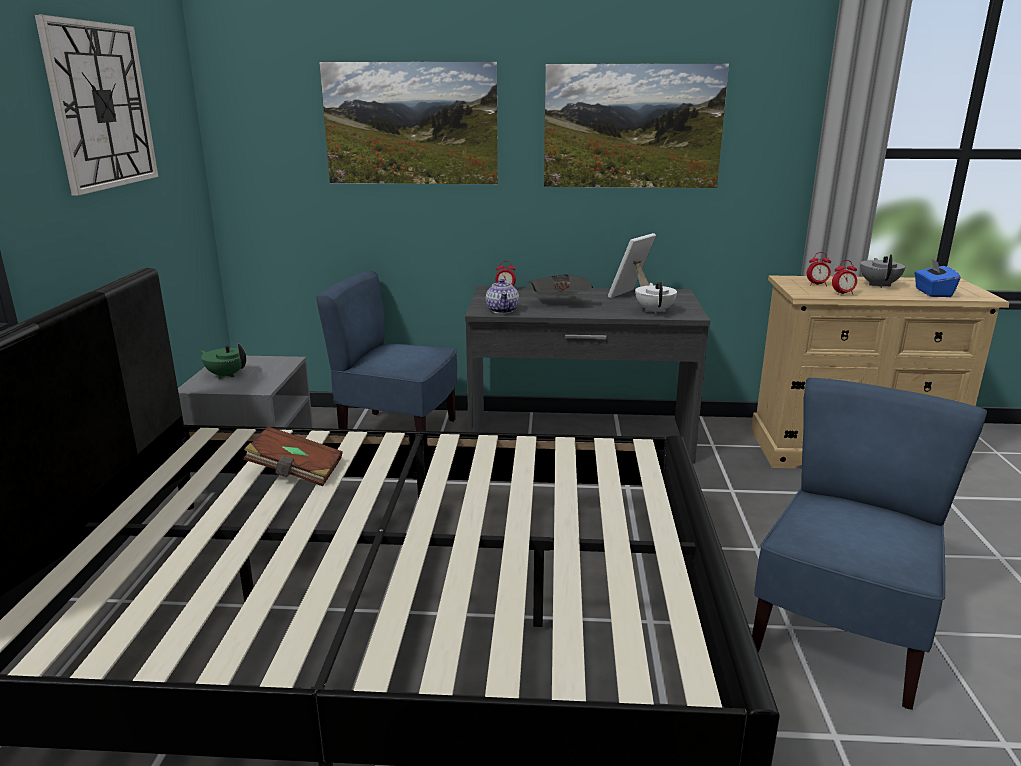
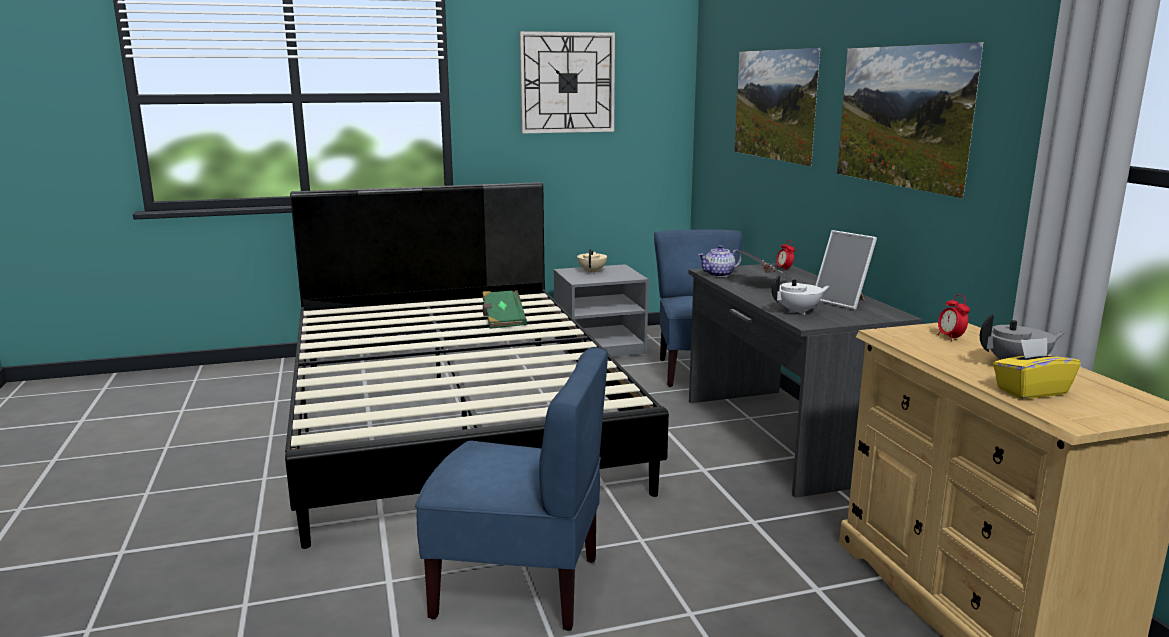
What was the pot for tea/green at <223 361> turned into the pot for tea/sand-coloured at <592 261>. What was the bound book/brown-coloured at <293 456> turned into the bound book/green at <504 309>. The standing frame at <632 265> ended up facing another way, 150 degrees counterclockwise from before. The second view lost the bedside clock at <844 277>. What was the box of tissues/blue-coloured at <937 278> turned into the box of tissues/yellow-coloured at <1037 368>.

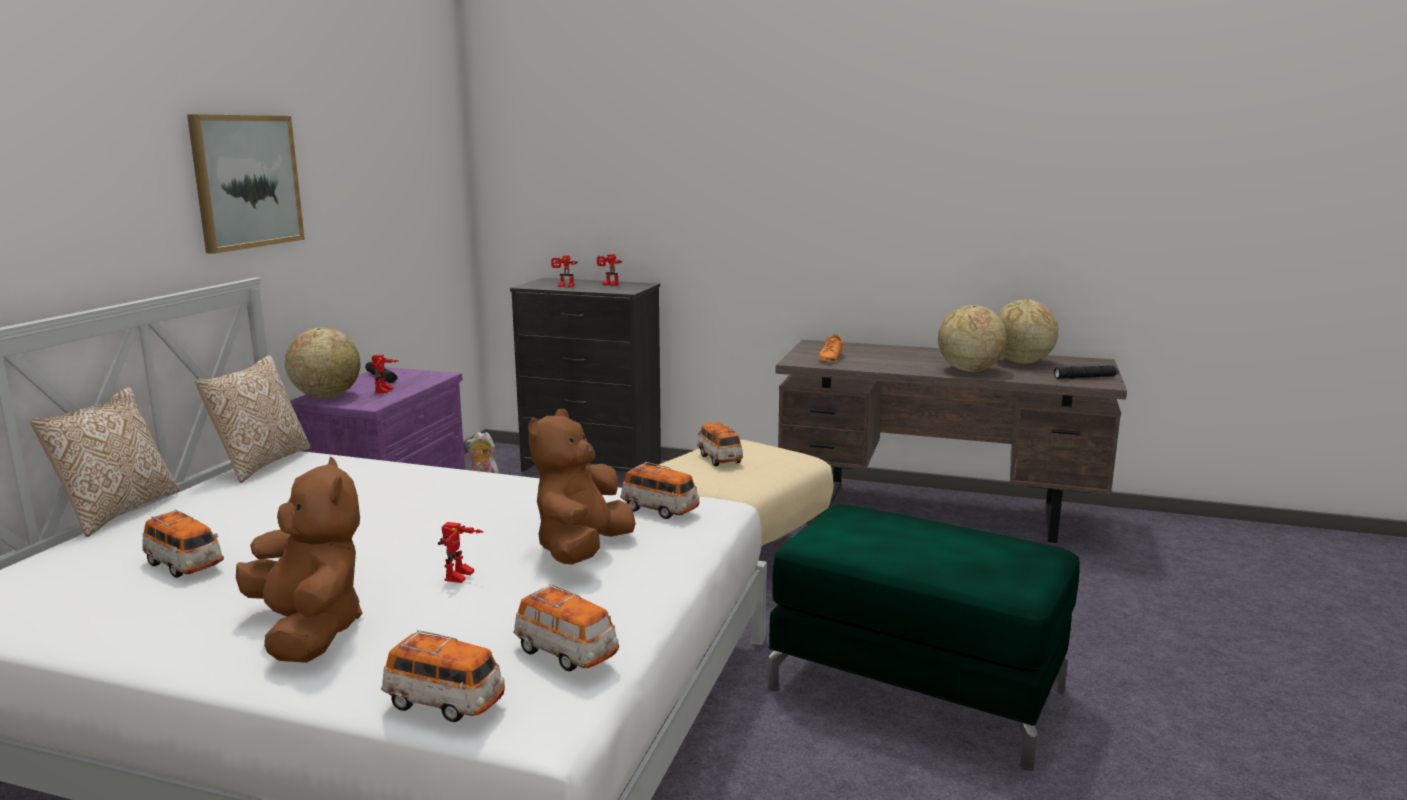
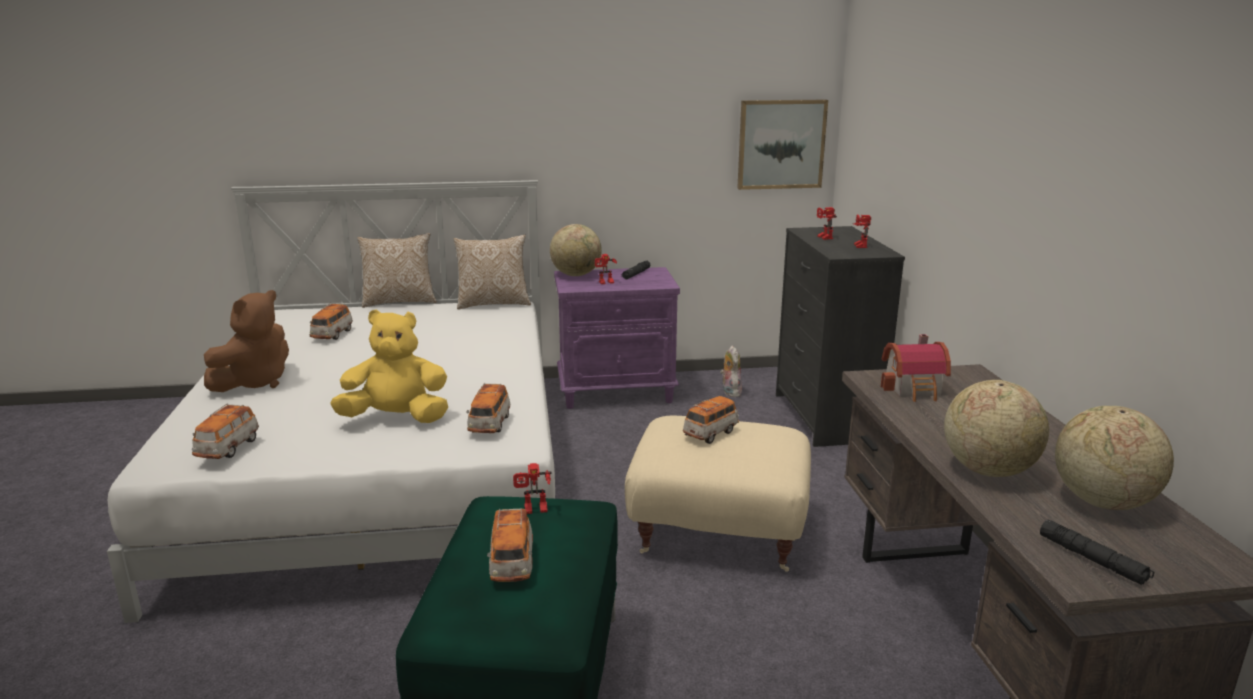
The wall picture ended up elsewhere, having gone from <246 184> to <782 145>. The model car ended up elsewhere, having gone from <443 676> to <510 545>. The toy robot ended up elsewhere, having gone from <460 552> to <532 488>. What was the plush toy/brown-coloured at <582 487> turned into the plush toy/yellow-coloured at <389 366>. Where the item of footwear/orange stood at <830 348>, the miniature house came to stand at <916 368>.

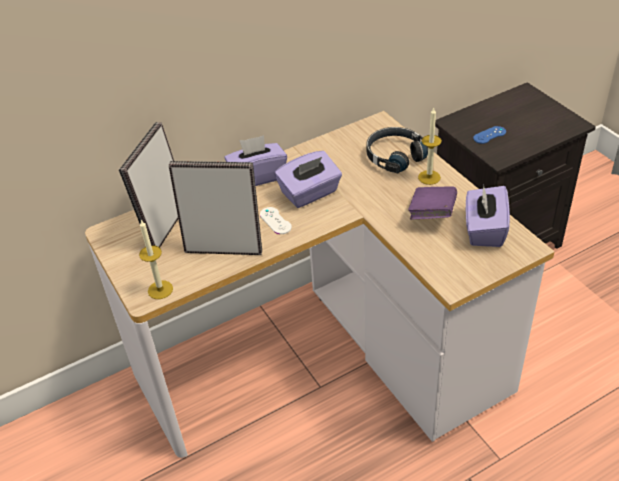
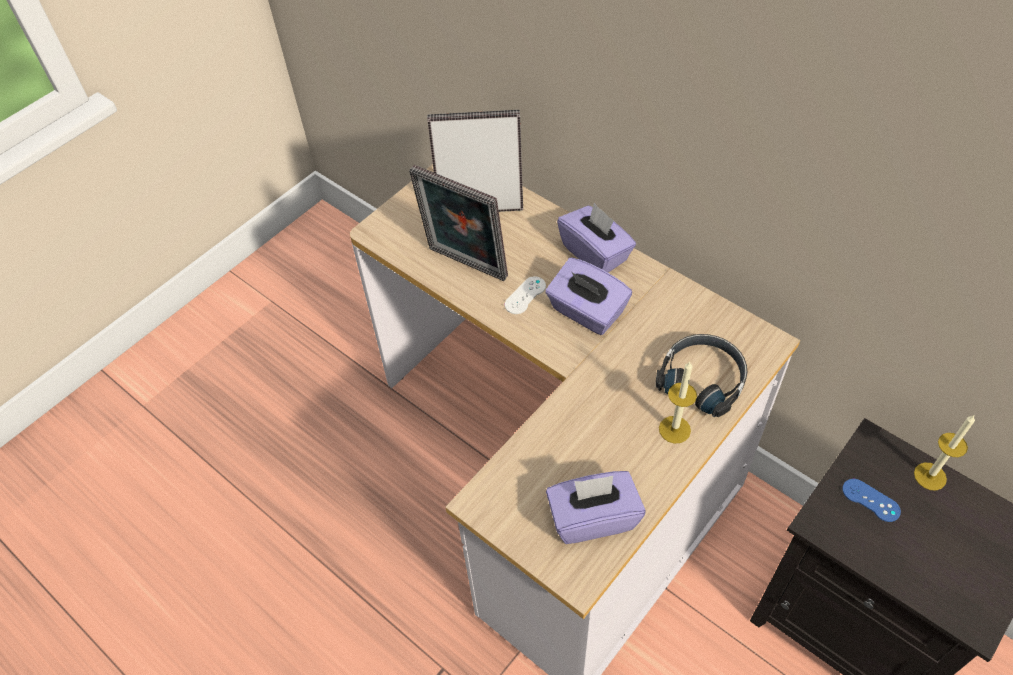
The candle ended up elsewhere, having gone from <156 259> to <944 452>. The standing frame at <215 208> ended up facing another way, 135 degrees clockwise from before. The second view lost the bound book/purple-coloured at <432 202>.

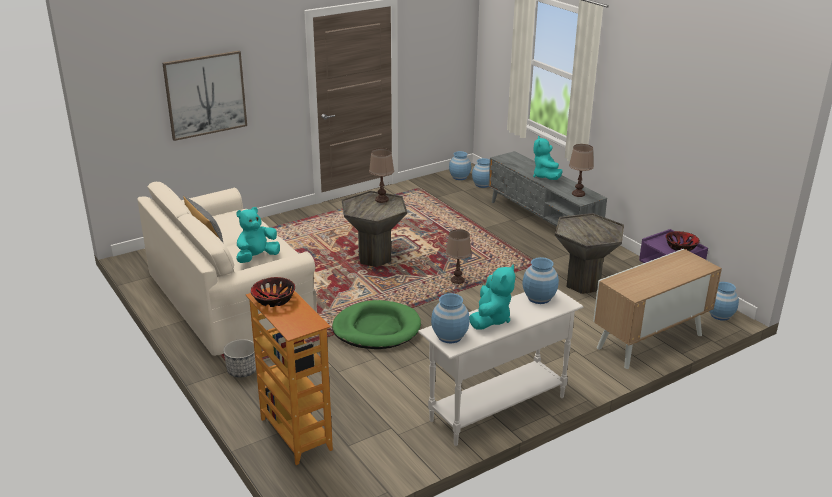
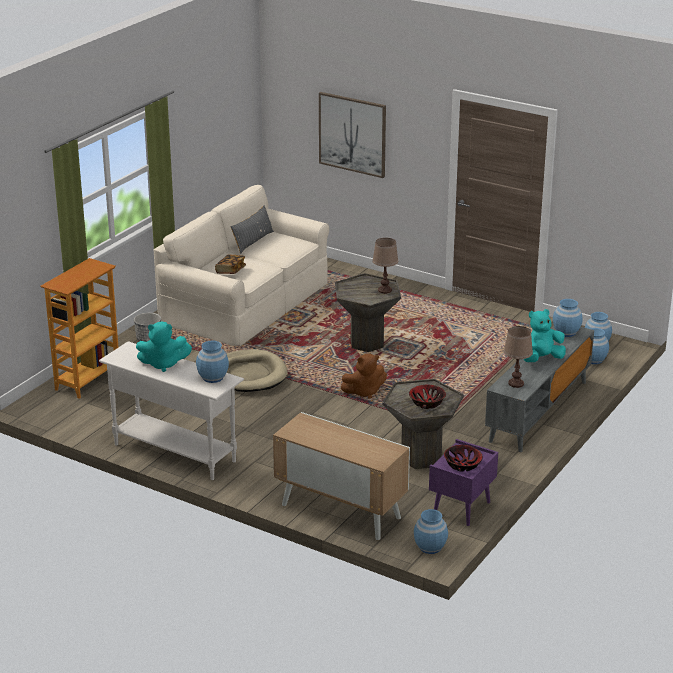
Where the plush toy/blue-green stood at <258 235>, the bound book came to stand at <230 264>. The serving bowl ended up elsewhere, having gone from <273 292> to <427 396>. What was the pet bed/green at <376 324> turned into the pet bed/sand-coloured at <257 370>. The vase/blue-coloured ended up elsewhere, having gone from <450 318> to <568 318>. Where the lamp for a table/brown-coloured stood at <459 256>, the plush toy/brown-coloured came to stand at <363 376>.

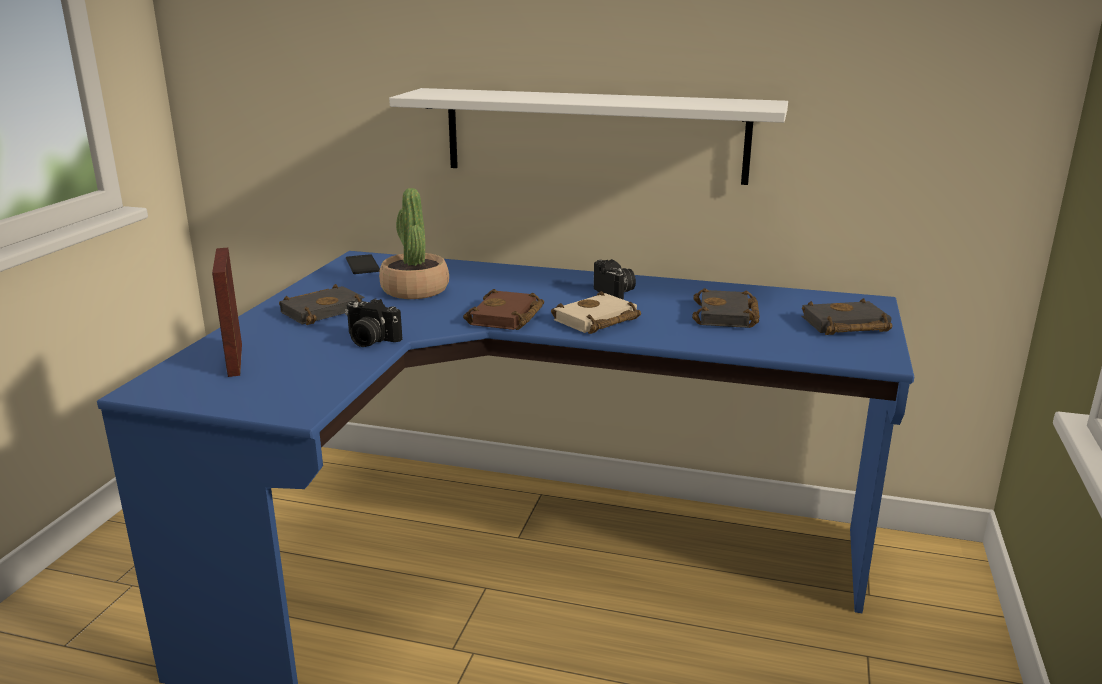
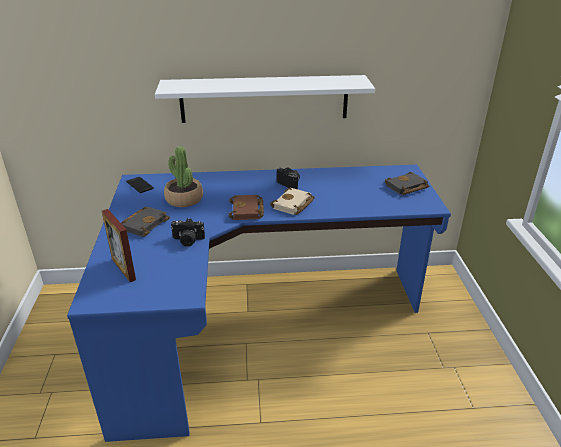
The second view lost the bound book/black at <726 308>.

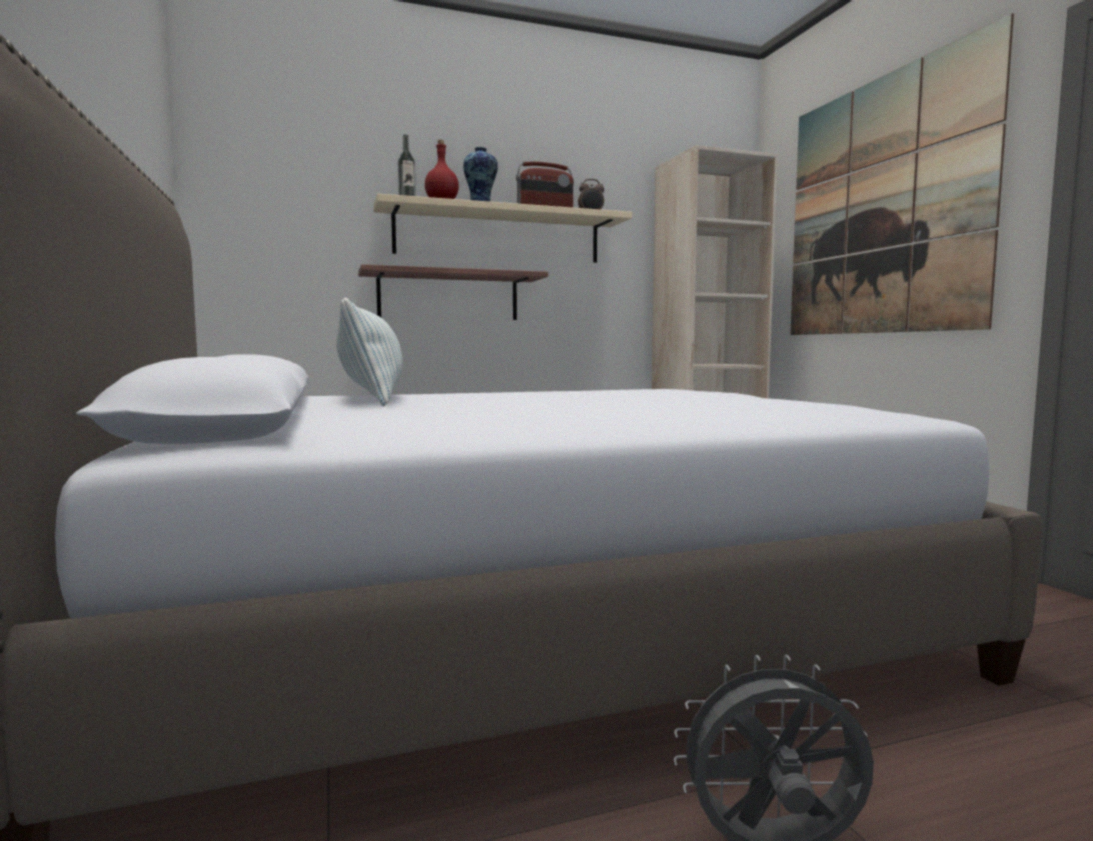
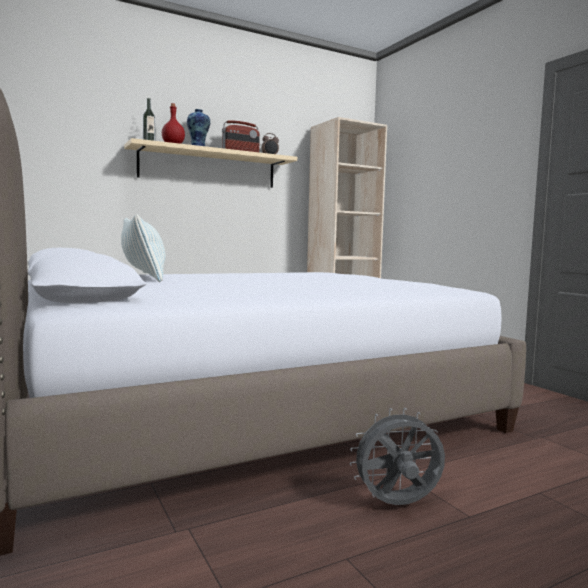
The second view lost the shelf at <453 292>. The second view lost the wall picture at <902 174>.

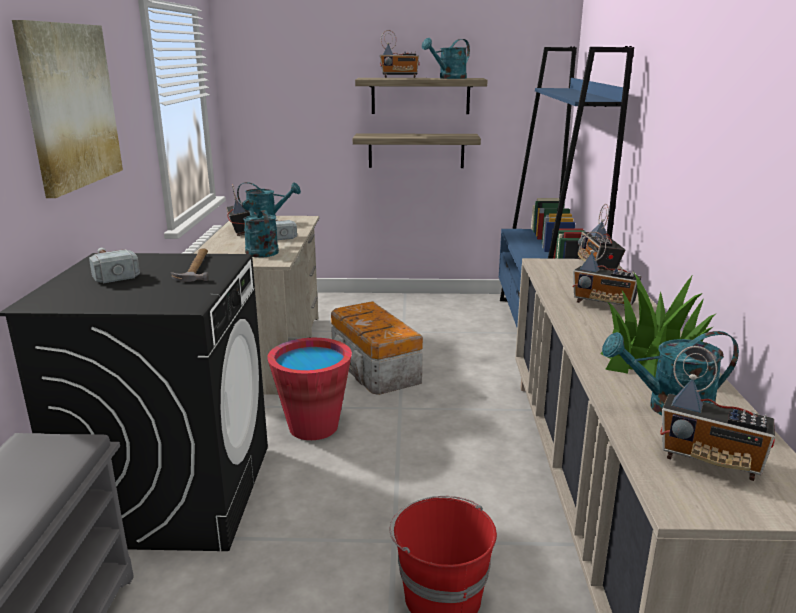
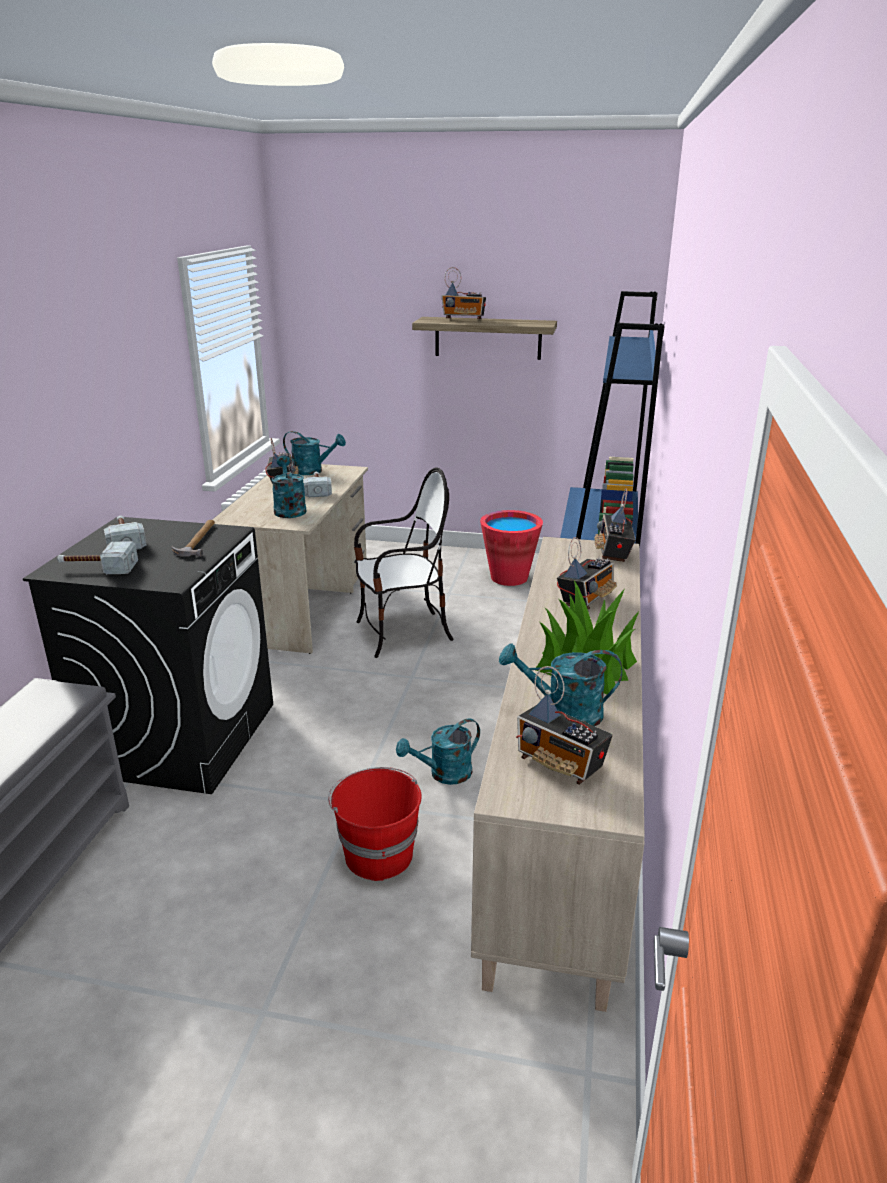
The second view lost the wall picture at <67 109>. The water bucket/reddish ended up elsewhere, having gone from <309 389> to <511 548>. Where the storage bin stood at <377 348>, the chair came to stand at <404 562>. The second view lost the shelf at <417 150>. The watering pot/blue-green ended up elsewhere, having gone from <446 58> to <438 751>. The radio at <607 271> ended up facing another way, 90 degrees counterclockwise from before. The second view gained the tool hammer at <97 557>.

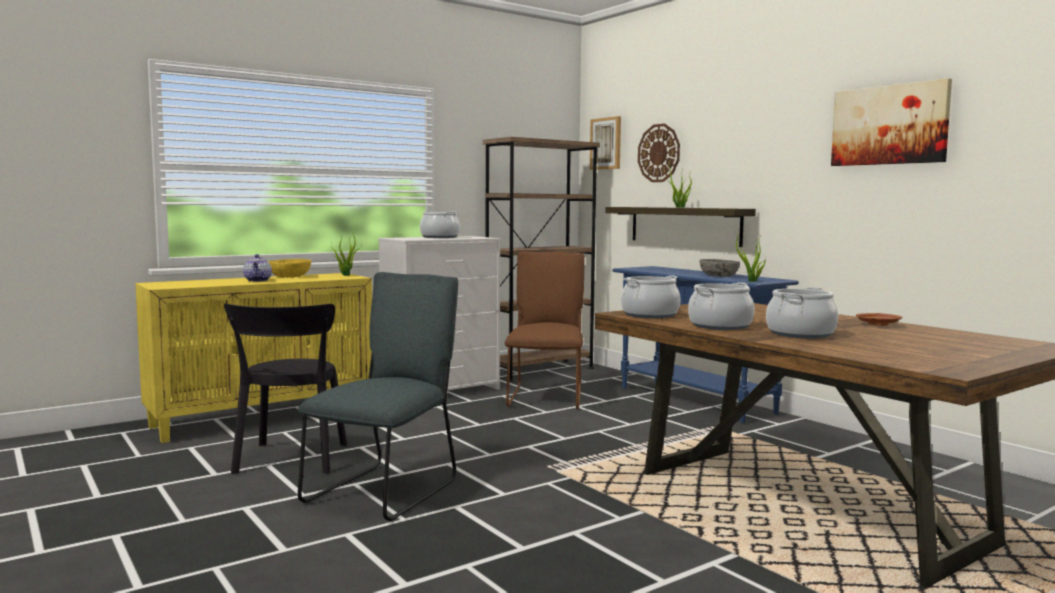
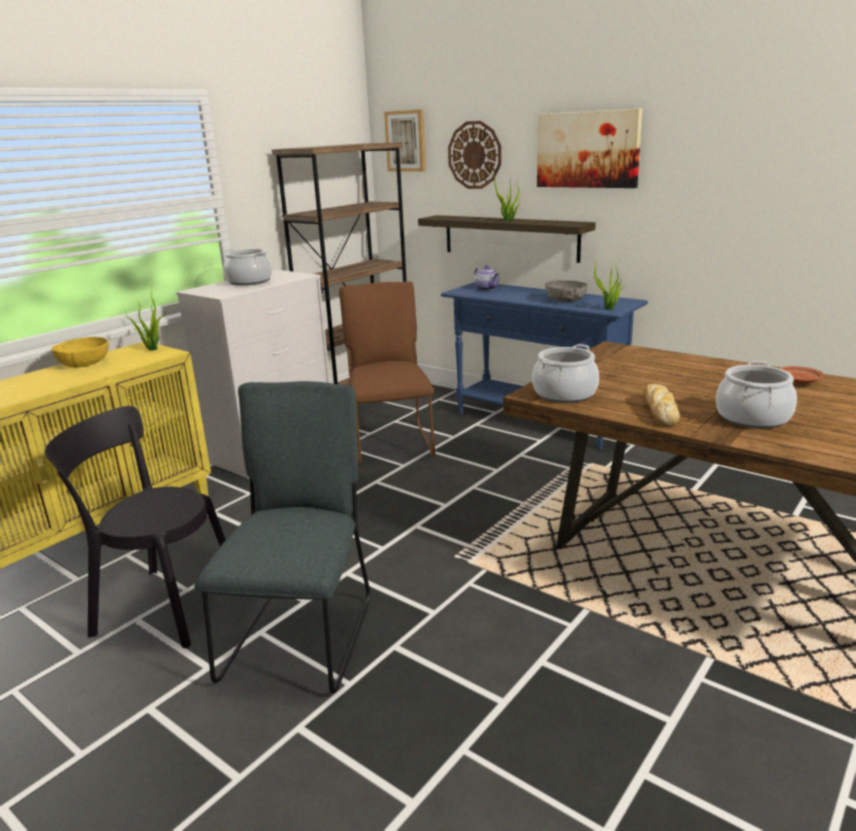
The chair/black at <285 388> ended up facing another way, 120 degrees clockwise from before. The pot for tea ended up elsewhere, having gone from <257 268> to <486 278>. Where the stockpot stood at <721 306>, the baked bread came to stand at <661 405>. The wall picture ended up elsewhere, having gone from <891 122> to <589 148>.

